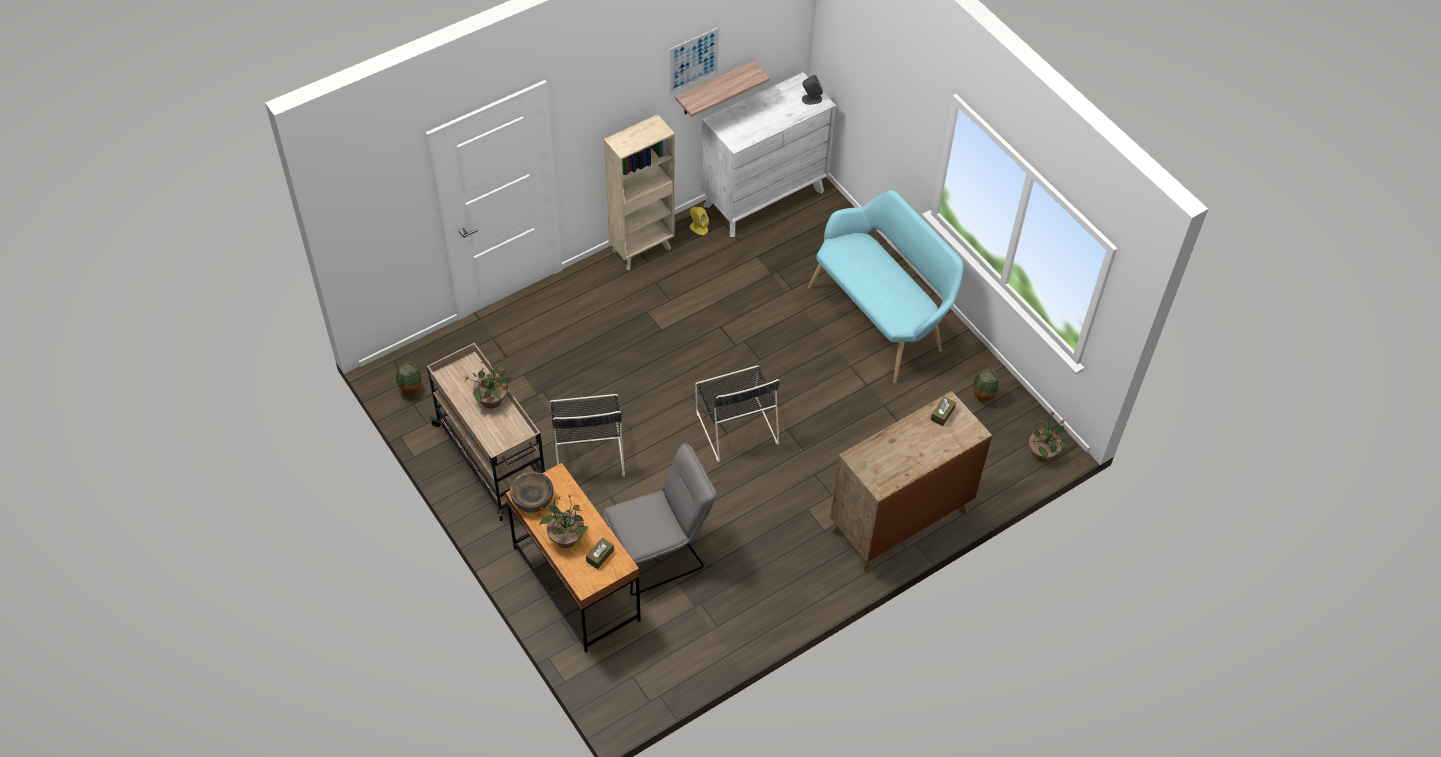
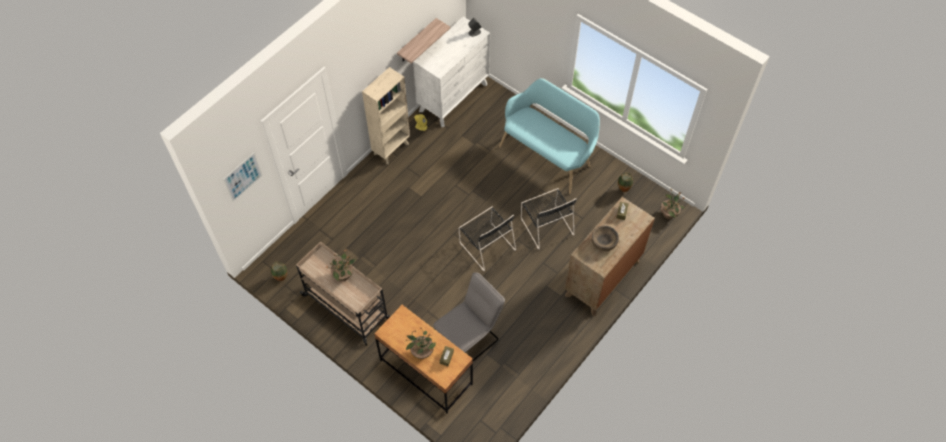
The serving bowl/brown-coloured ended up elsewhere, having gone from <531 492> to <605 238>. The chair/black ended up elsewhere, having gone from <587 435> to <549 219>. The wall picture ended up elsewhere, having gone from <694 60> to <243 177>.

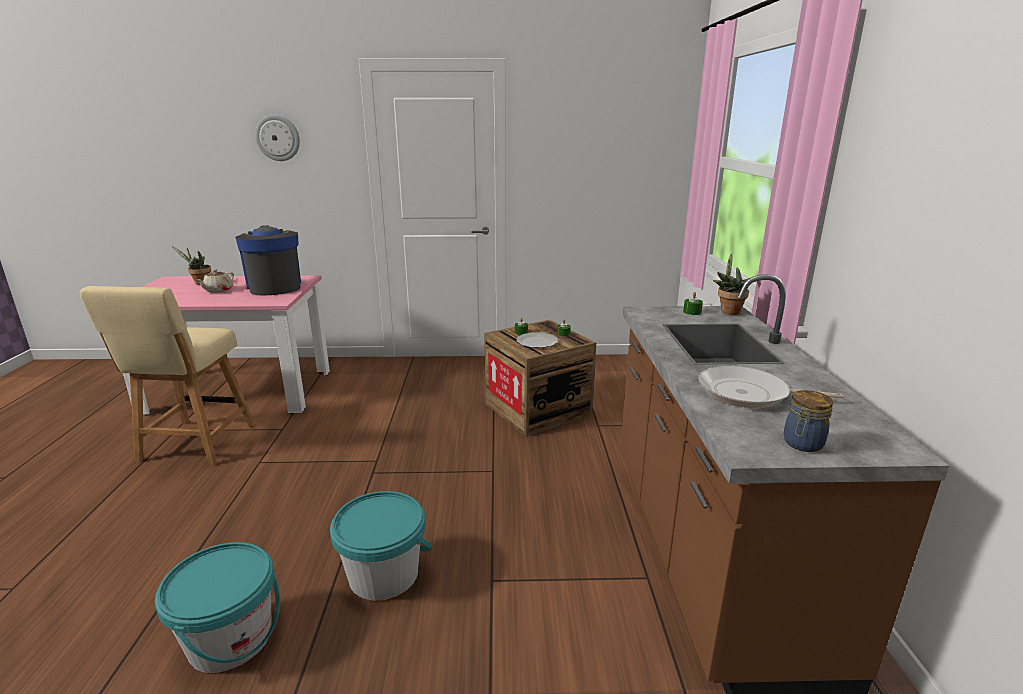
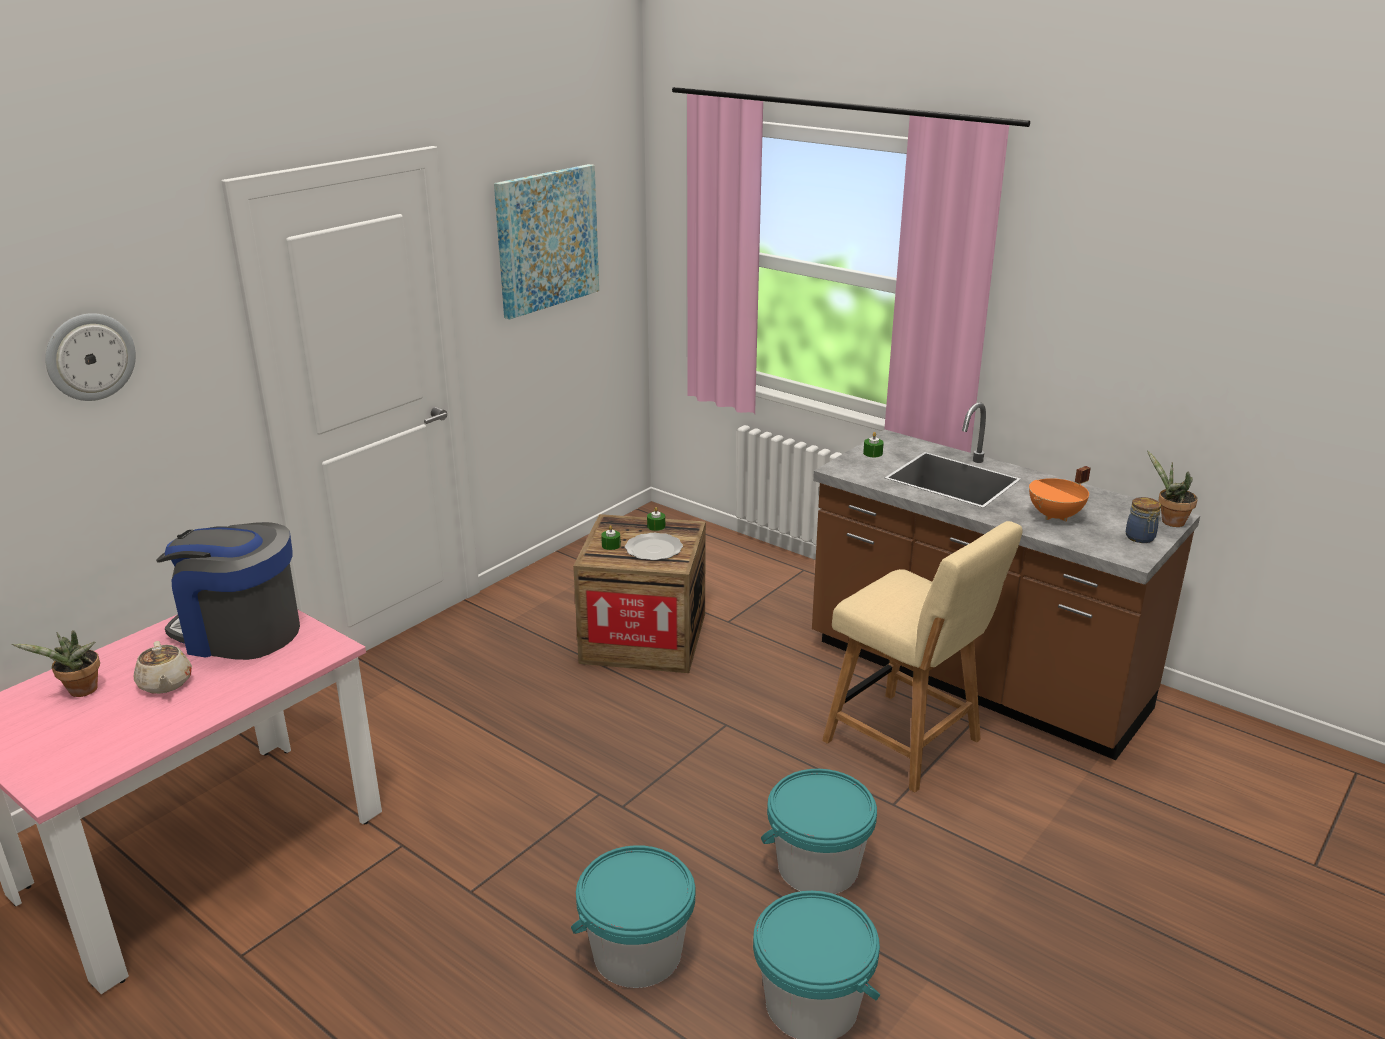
The chair/sand-coloured ended up elsewhere, having gone from <167 376> to <922 656>. Where the frying pan stood at <770 386>, the stockpot/orange came to stand at <1060 493>. The plant in a pot ended up elsewhere, having gone from <732 284> to <1172 488>. The second view gained the wall picture at <546 241>. The second view gained the water bucket/blue-green at <633 916>.

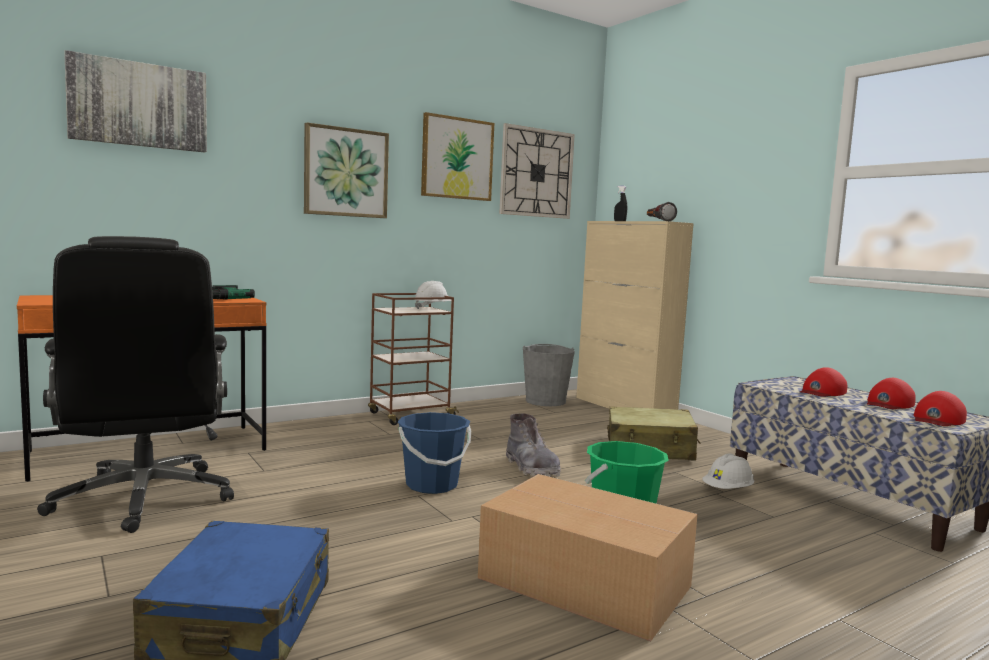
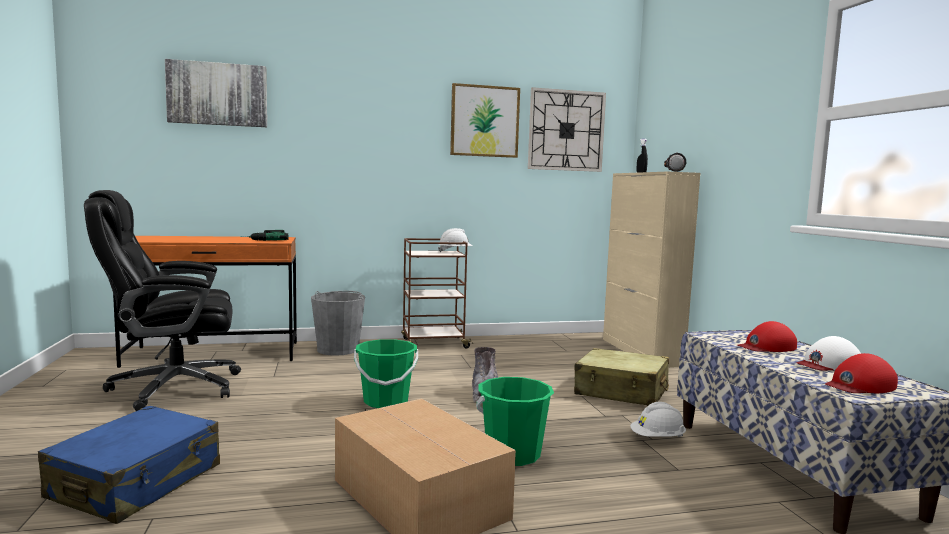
The computer chair/black at <135 384> ended up facing another way, 75 degrees clockwise from before. The second view lost the wall picture at <346 170>. What was the water bucket/blue-coloured at <434 453> turned into the water bucket/green at <386 373>. The water bucket/grey ended up elsewhere, having gone from <549 375> to <338 323>. What was the cap/reddish at <891 393> turned into the cap/white-coloured at <829 353>.

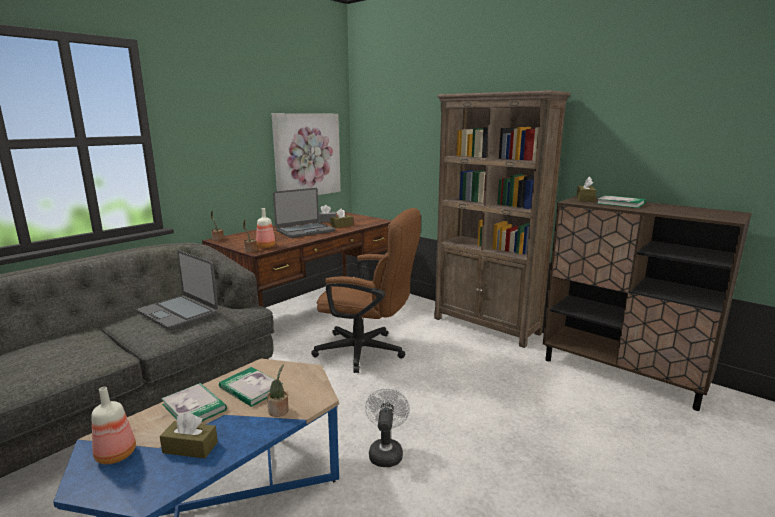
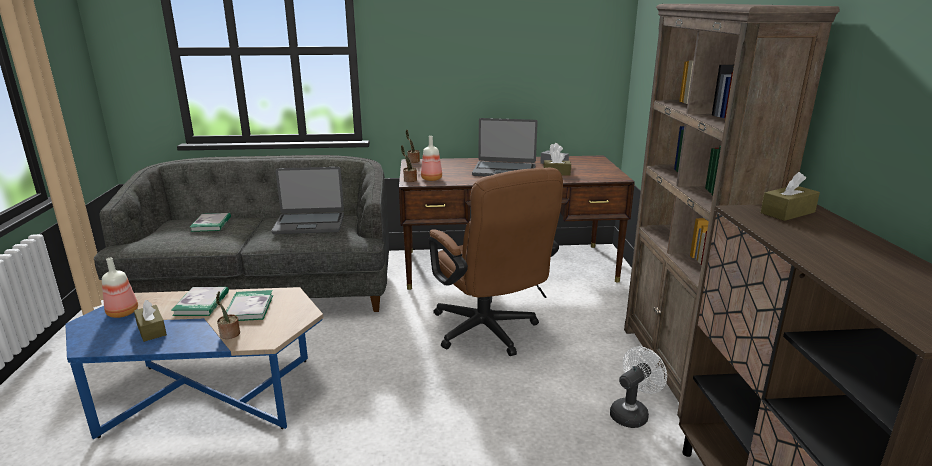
The laptop at <177 290> ended up facing another way, 90 degrees counterclockwise from before. The second view lost the wall picture at <306 154>. The cooling fan/white-coloured ended up elsewhere, having gone from <387 427> to <638 387>. The bound book ended up elsewhere, having gone from <621 201> to <210 222>.

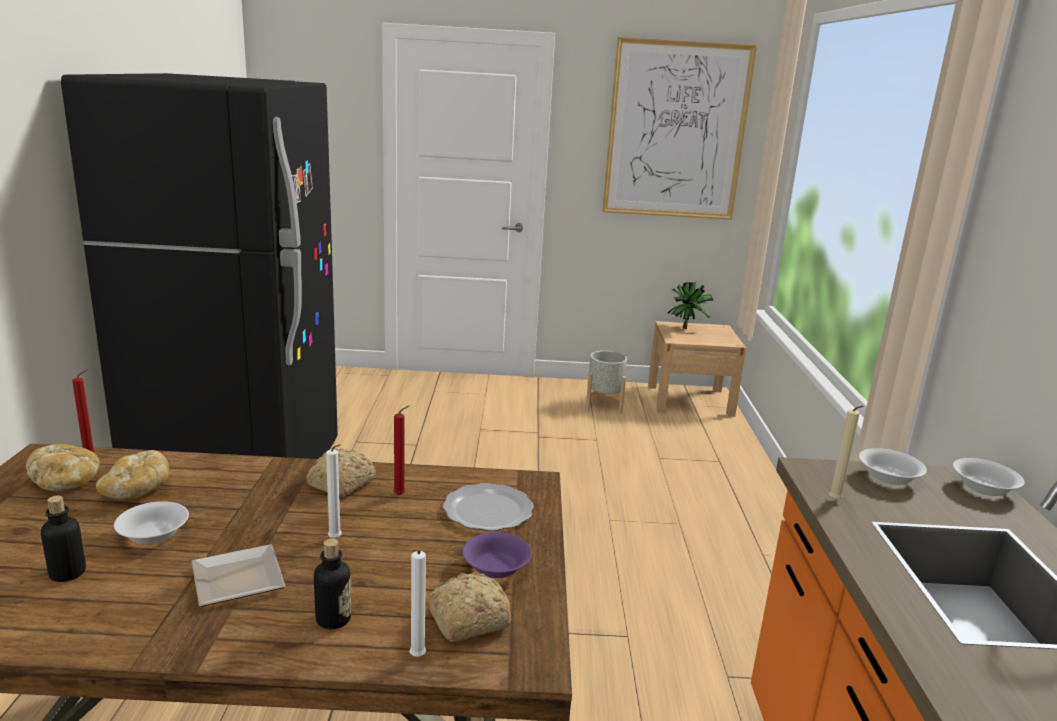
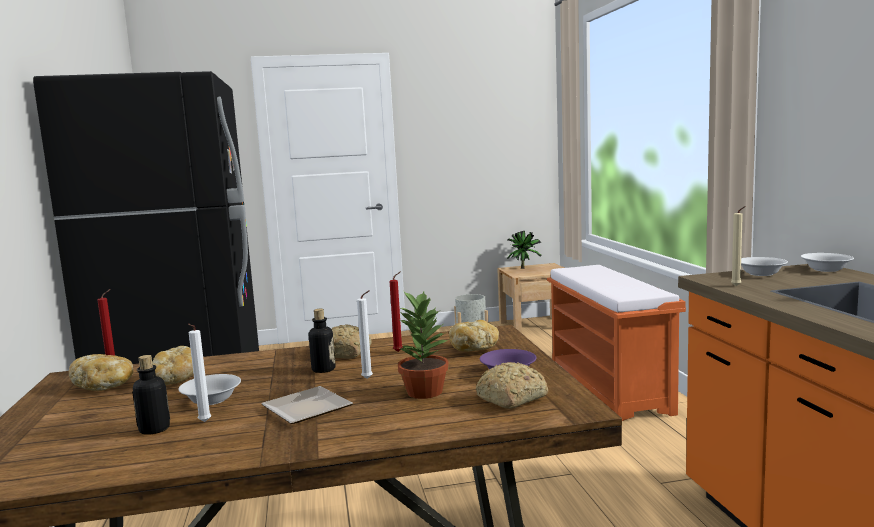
The drink bottle ended up elsewhere, having gone from <332 583> to <322 341>. The candle/white-coloured ended up elsewhere, having gone from <417 603> to <199 373>. Where the plate stood at <488 507>, the baked bread came to stand at <474 336>. The second view lost the wall picture at <679 128>. The second view gained the plant in a pot at <424 345>. The second view gained the indoor bench/orange at <616 343>.

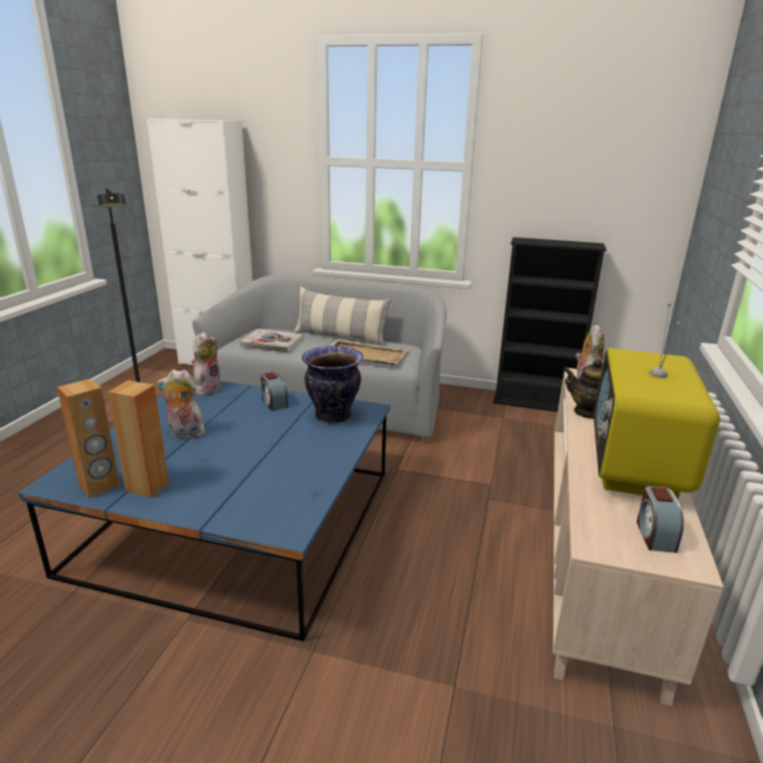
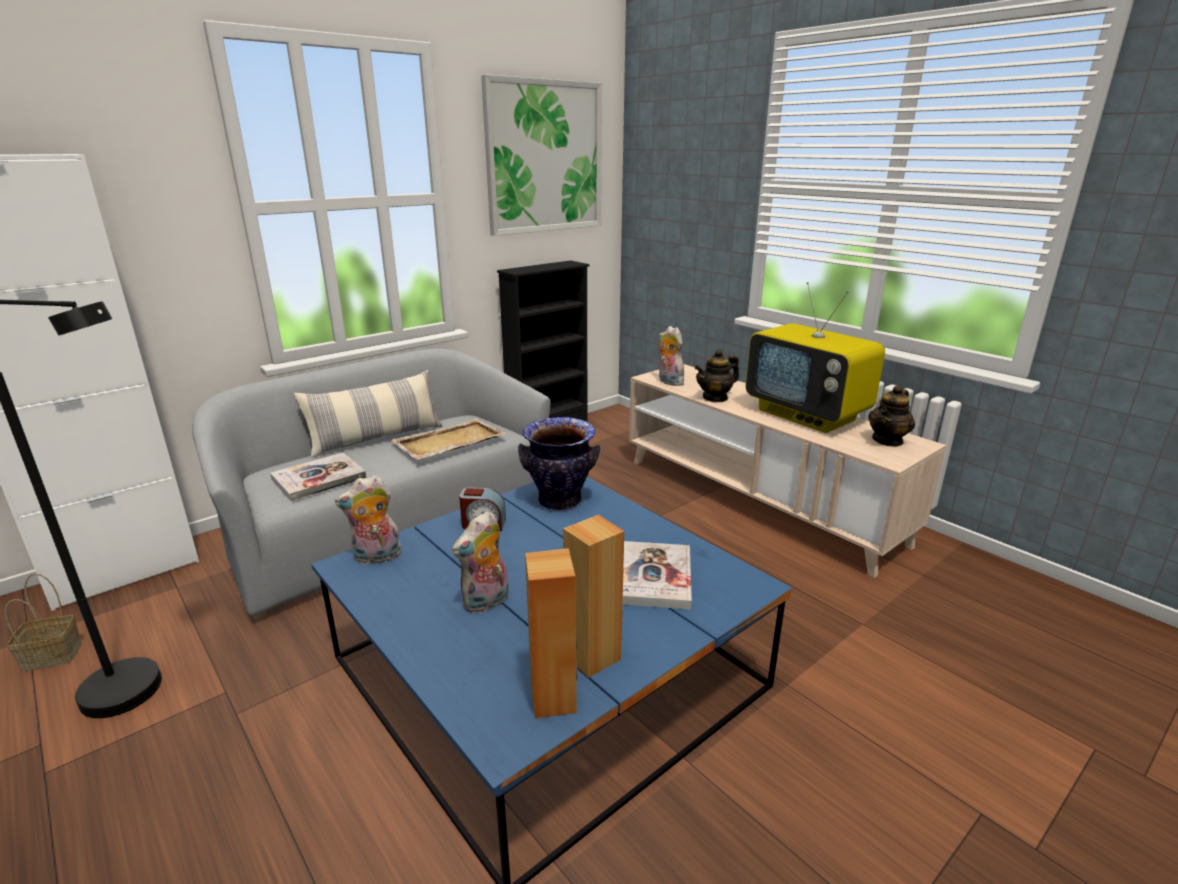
The plush toy at <207 364> ended up facing another way, 75 degrees counterclockwise from before. Where the bedside clock stood at <660 519>, the pot for tea came to stand at <891 416>. The second view gained the storage basket at <43 622>. The second view gained the wall picture at <541 155>. The second view gained the bound book at <657 575>.

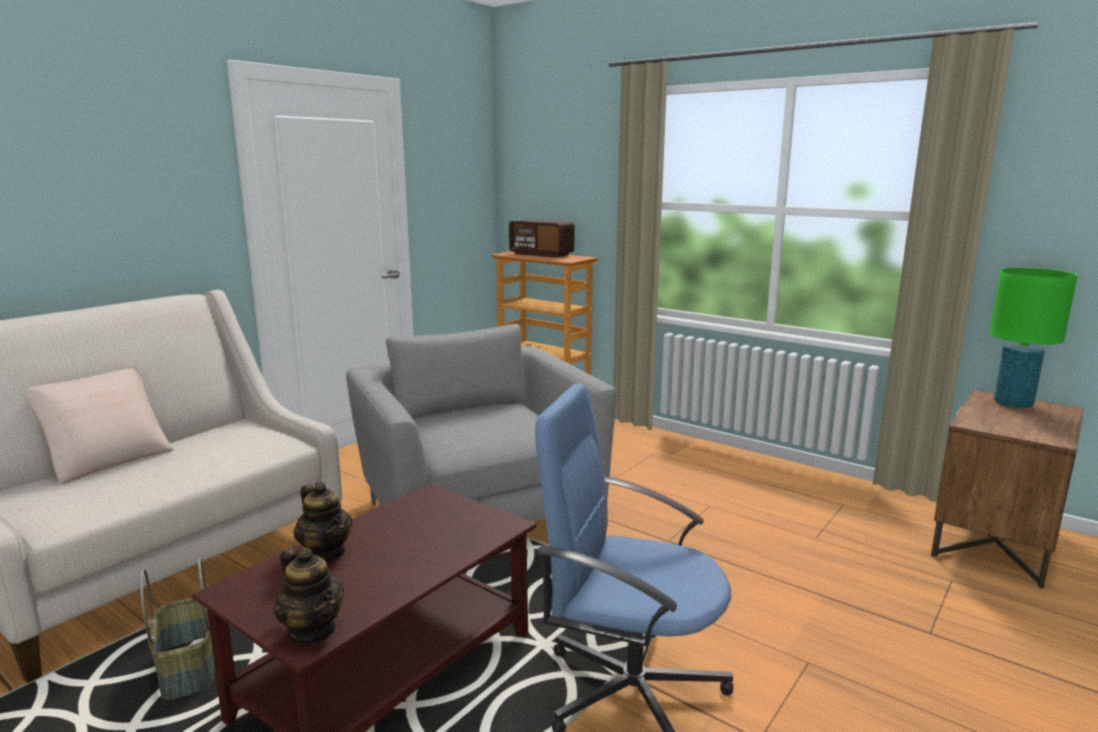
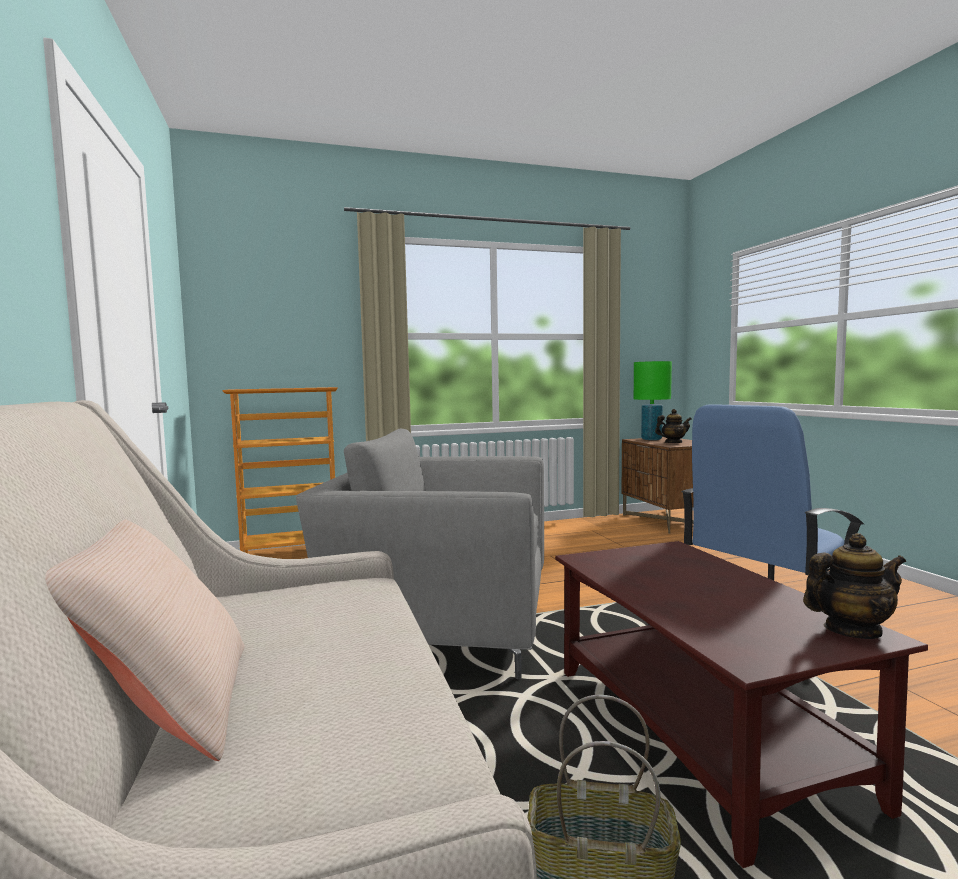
The pot for tea ended up elsewhere, having gone from <323 522> to <673 426>. The second view lost the radio at <542 238>.

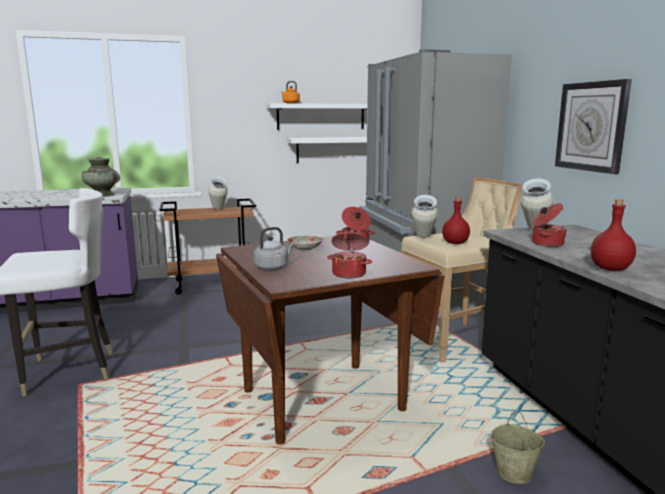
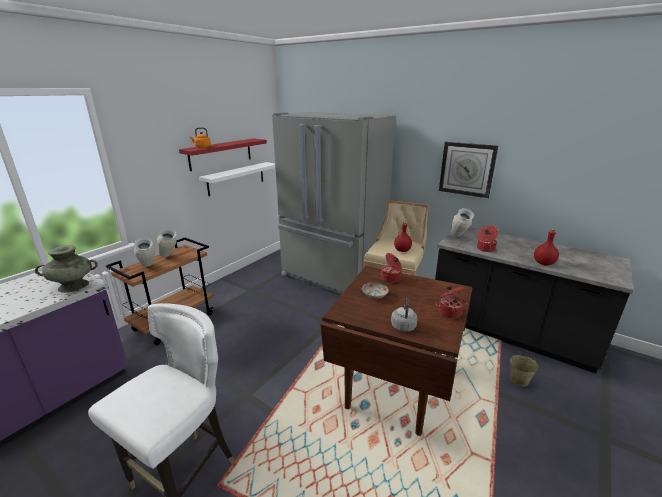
What was the shelf/white-coloured at <317 116> turned into the shelf/reddish at <223 155>. The vase ended up elsewhere, having gone from <425 216> to <144 252>.

